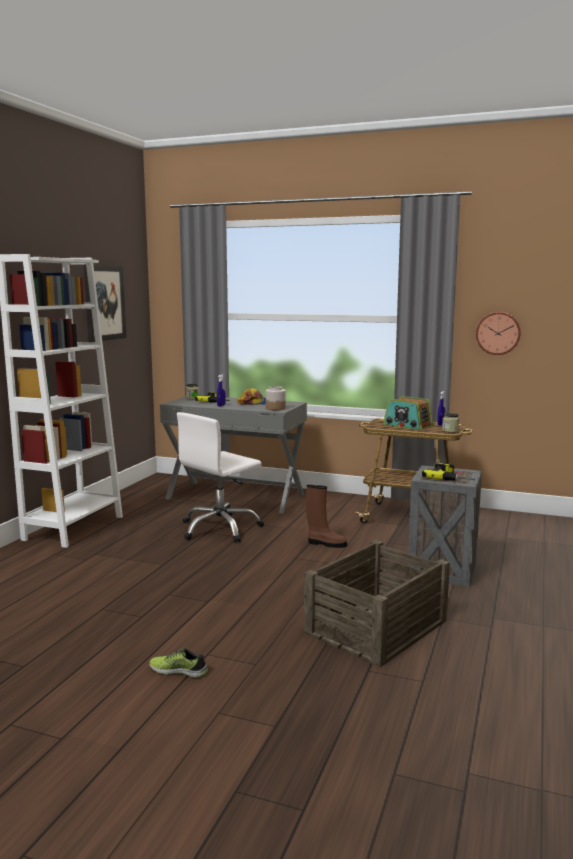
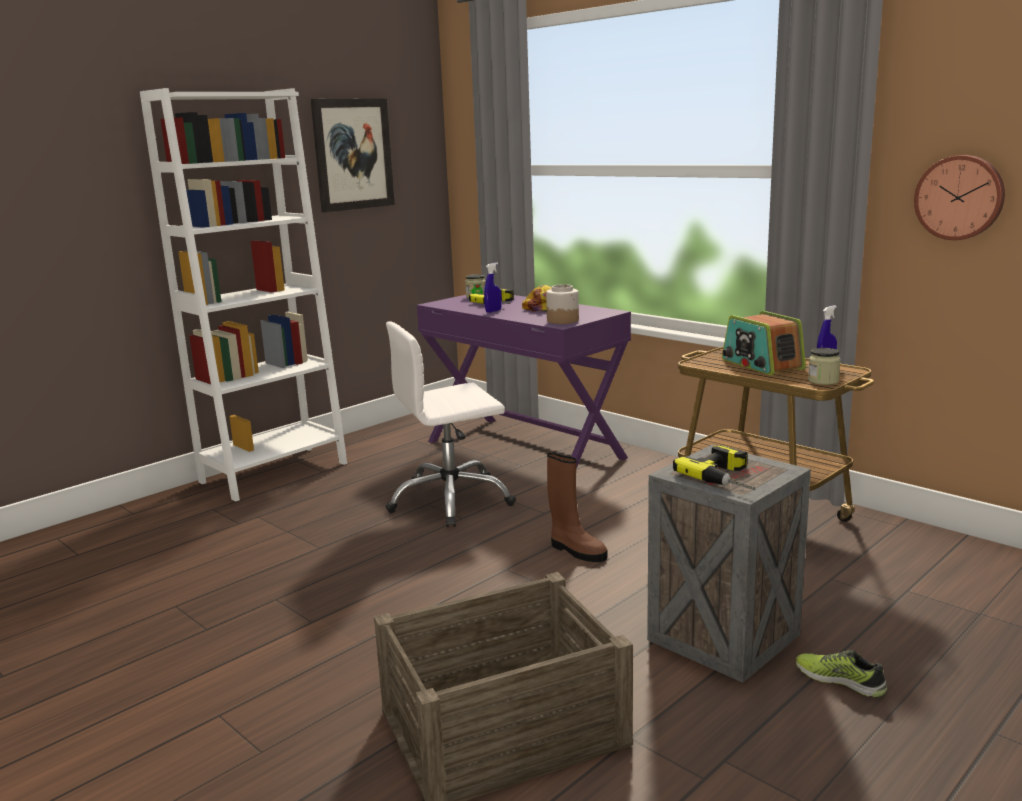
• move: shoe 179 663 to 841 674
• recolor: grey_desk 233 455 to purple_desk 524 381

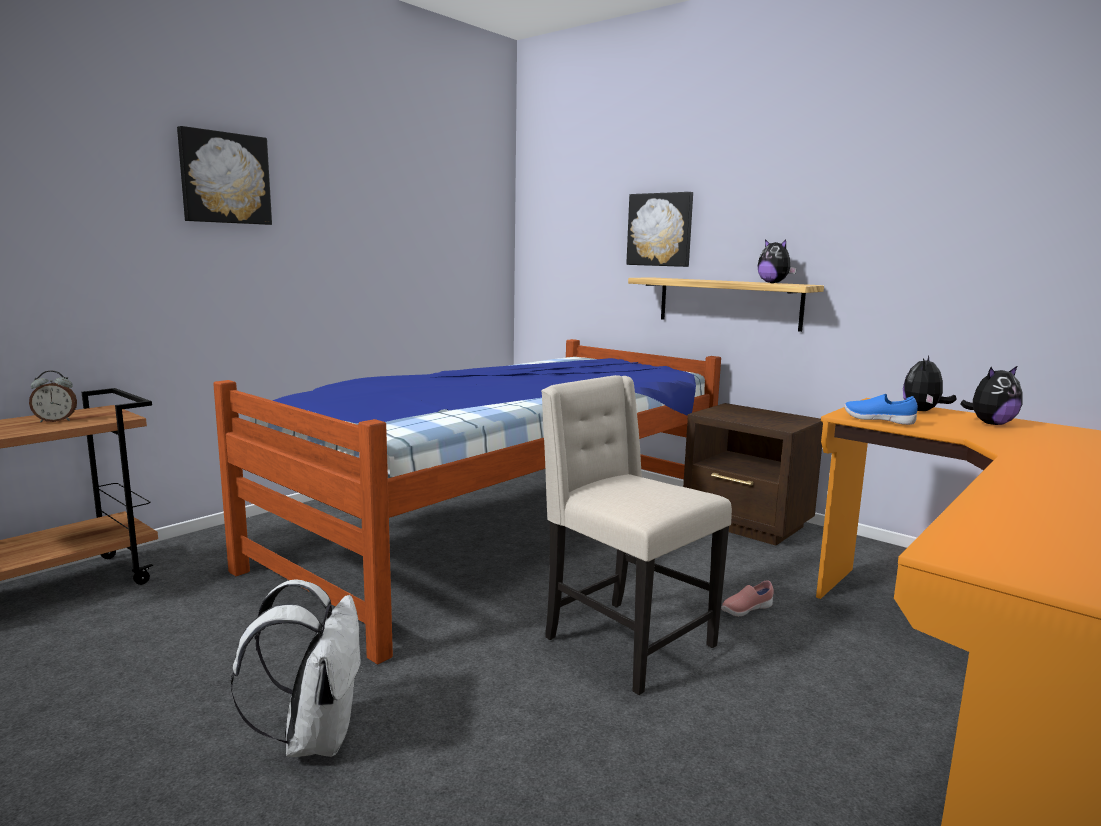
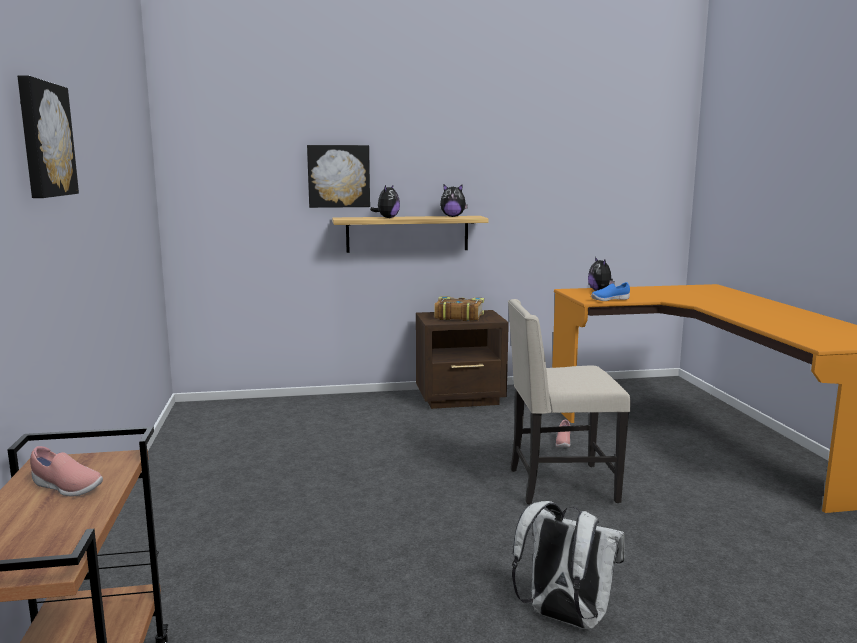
• delete: bed 467 502
• insert: book 459 308
• move: plush_toy 991 395 to 385 201
• replace: alarm_clock 53 396 to pink_shoe 66 471

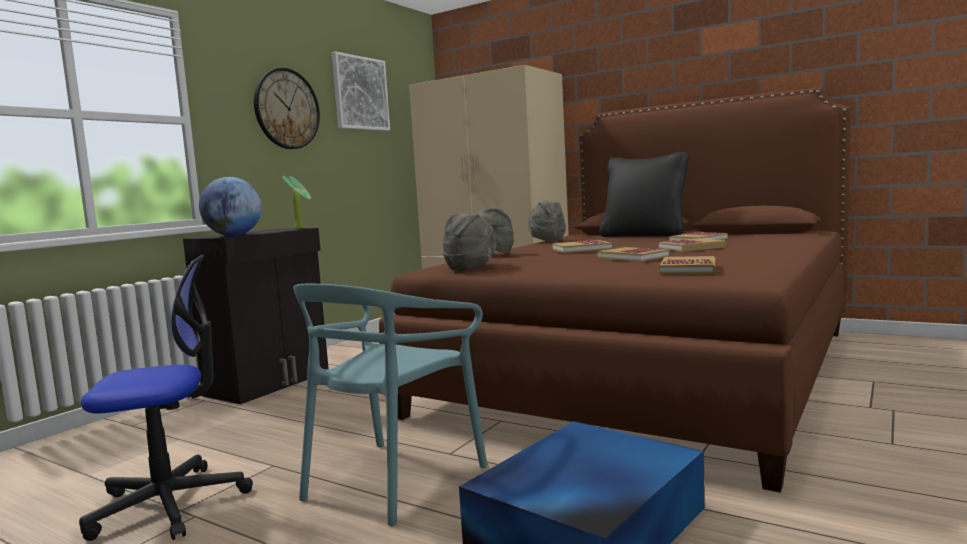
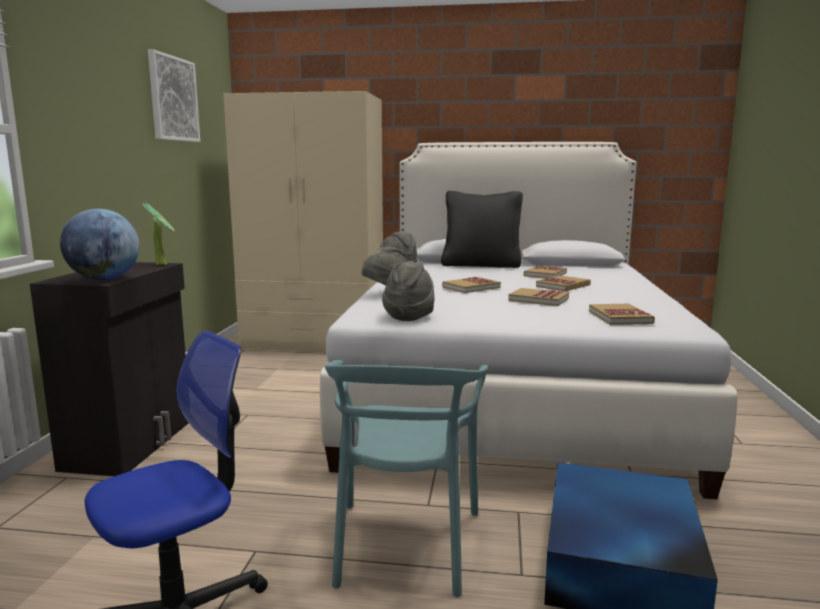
• delete: wall_clock 287 108
• recolor: brown_bed 614 290 to white_bed 528 320

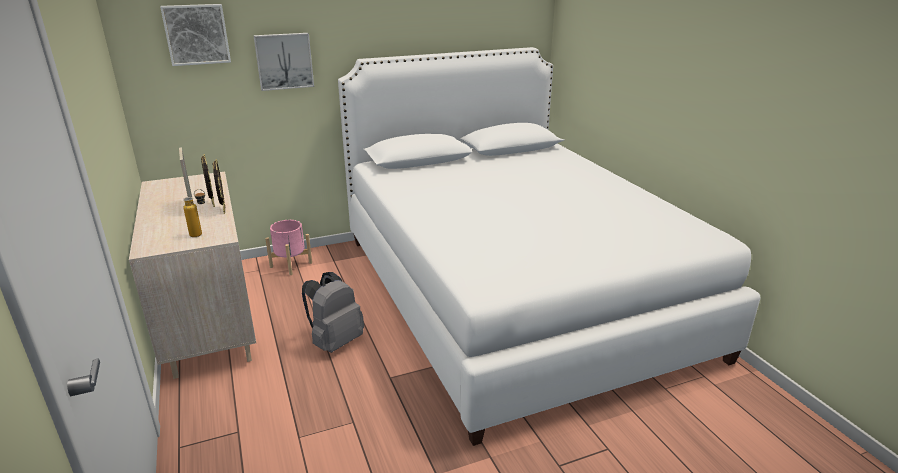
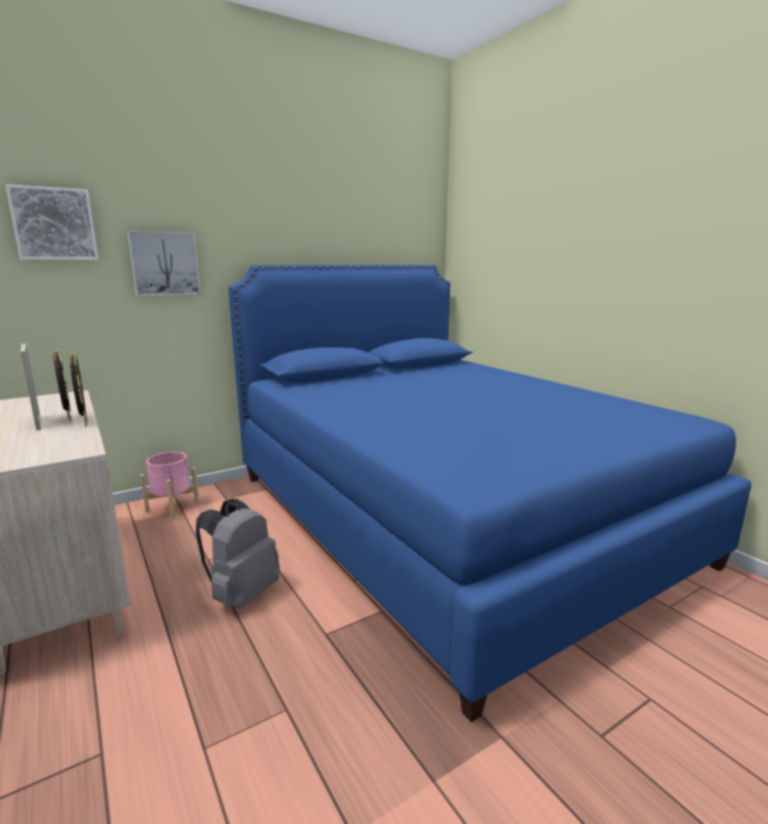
• delete: bottle 194 213
• recolor: white_bed 549 246 to blue_bed 489 493

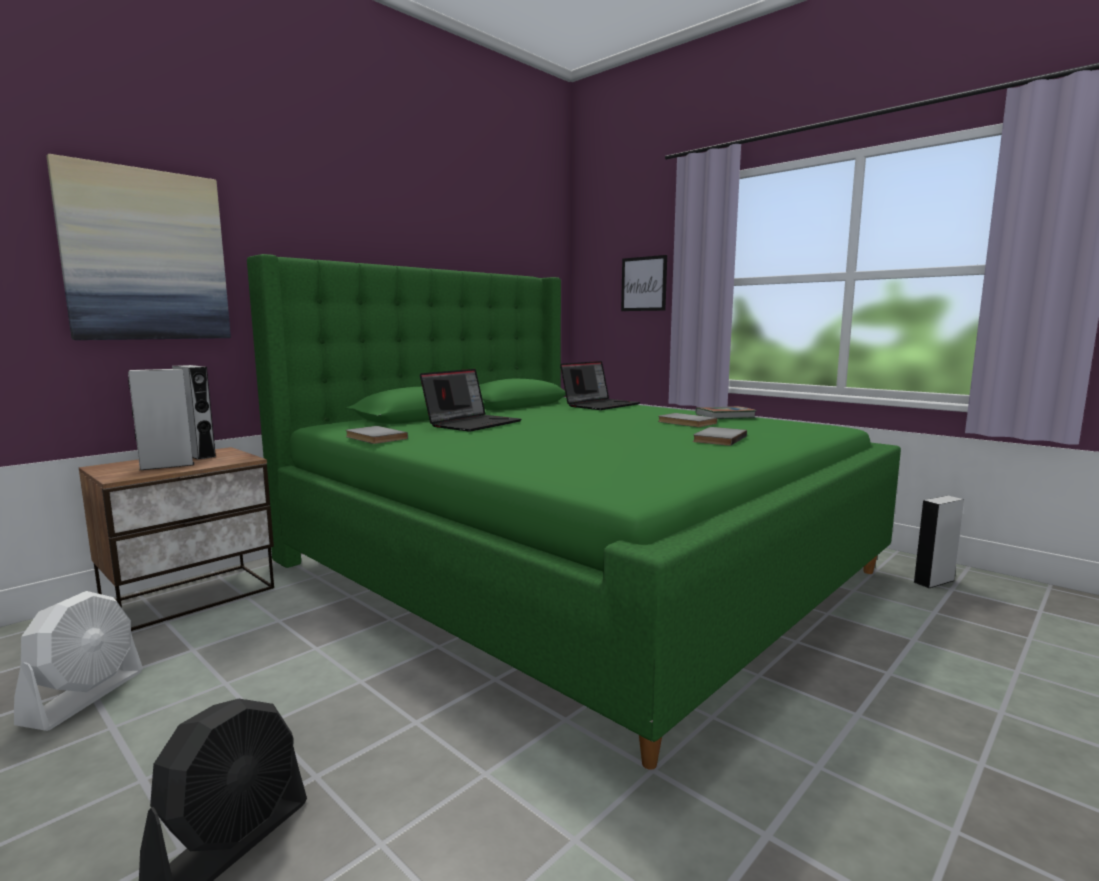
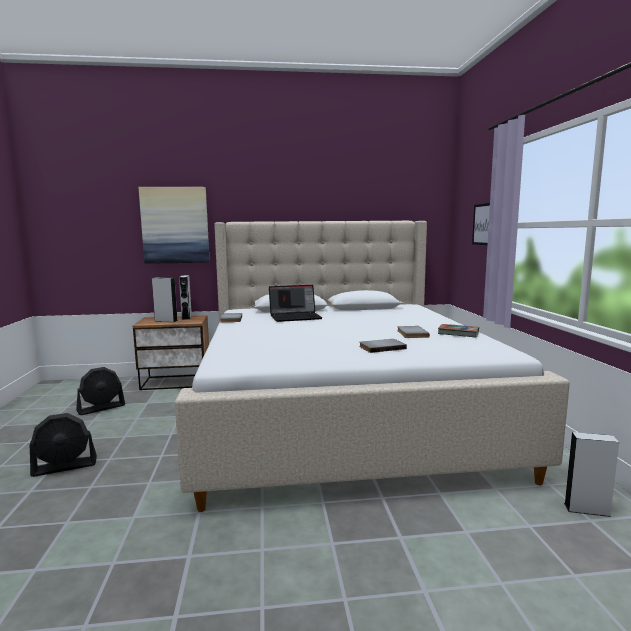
• delete: laptop 600 385
• recolor: white_fan 78 661 to black_fan 100 391
• recolor: green_bed 574 512 to beige_bed 372 366

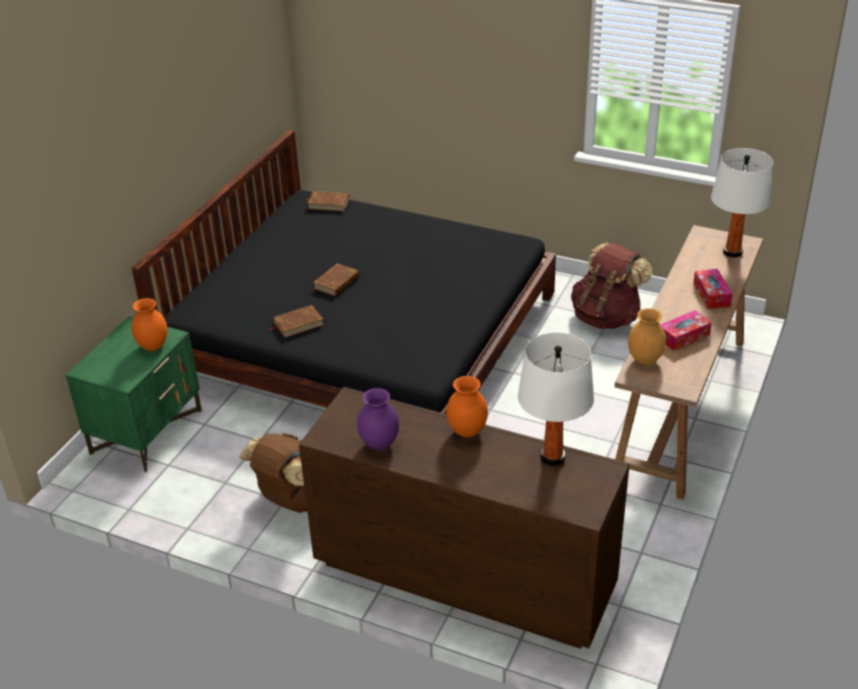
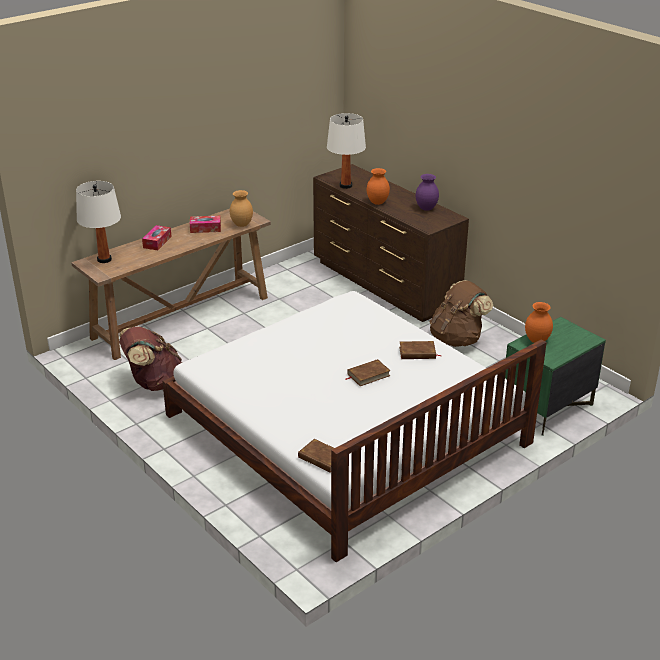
• recolor: black_bed 344 272 to white_bed 354 426

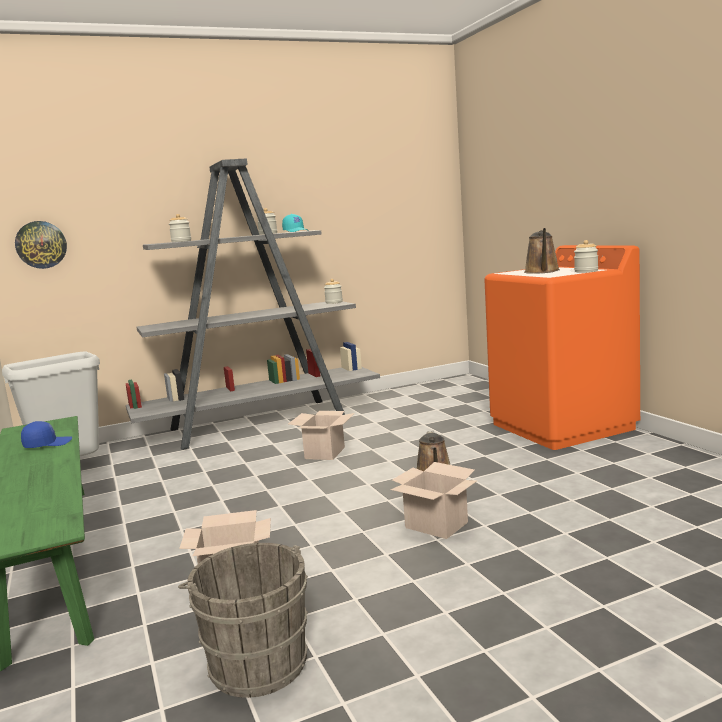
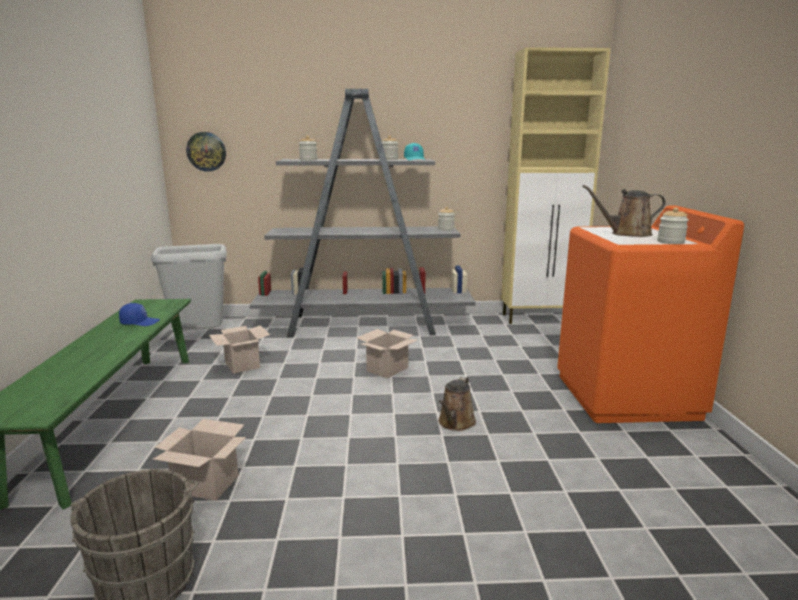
• insert: beige_cabinet 556 185
• move: cardboard_box 434 500 to 239 349
• rotate: brown_watering_can 542 251 = 624 211 60 degrees clockwise

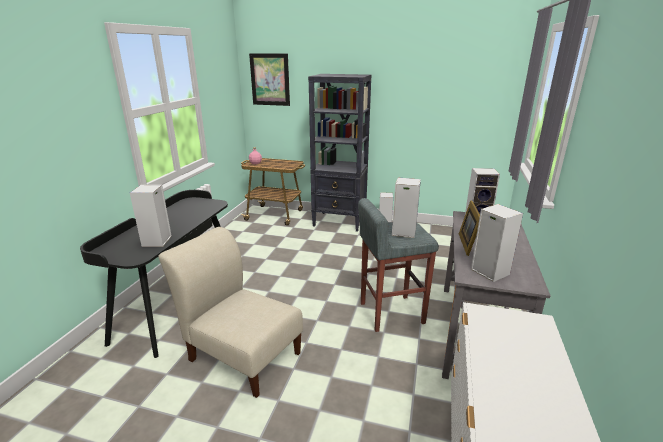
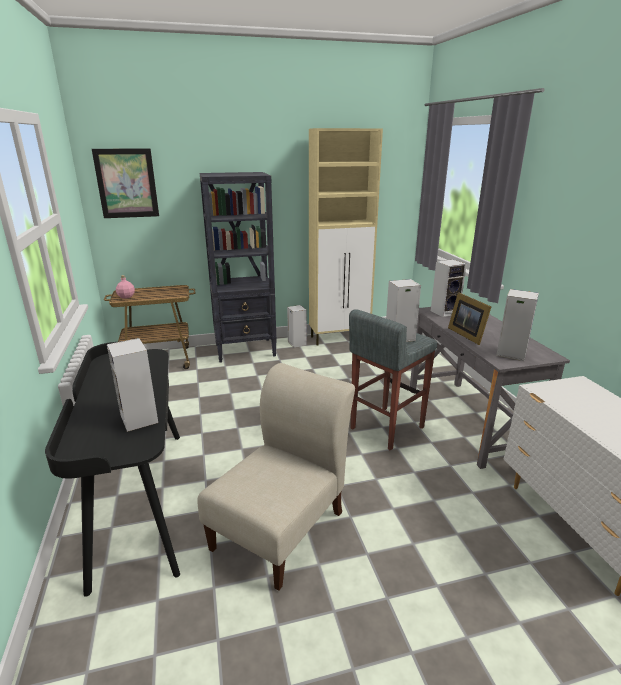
• insert: beige_cabinet 346 237
• rotate: beige_chair 230 312 = 276 477 120 degrees clockwise

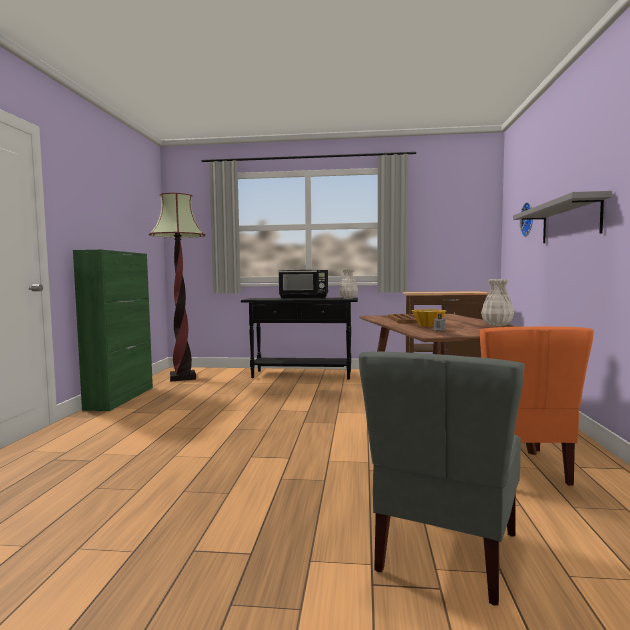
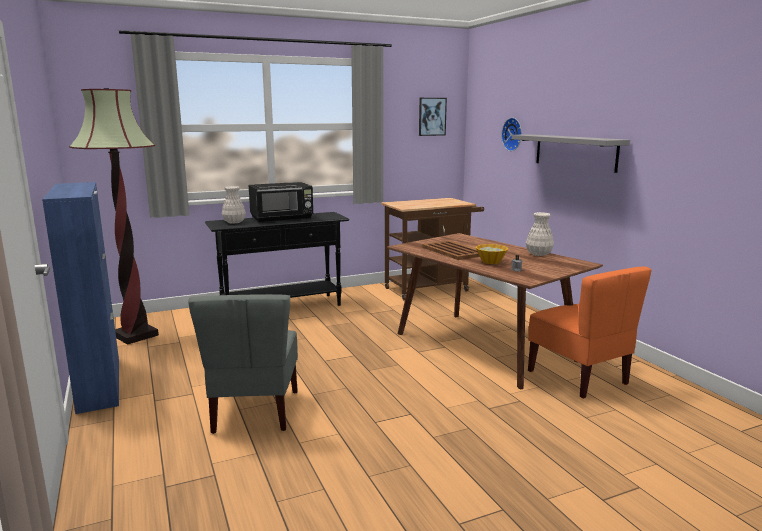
• insert: picture 433 117
• move: white_vase 348 284 to 234 204
• move: grey_chair 442 479 to 243 364
• recolor: green_cabinet 113 330 to blue_cabinet 80 298

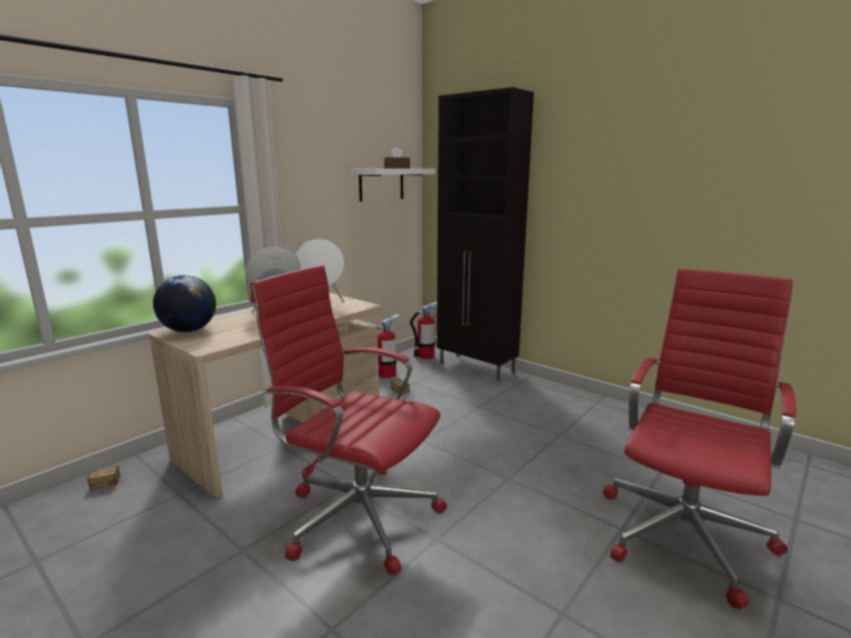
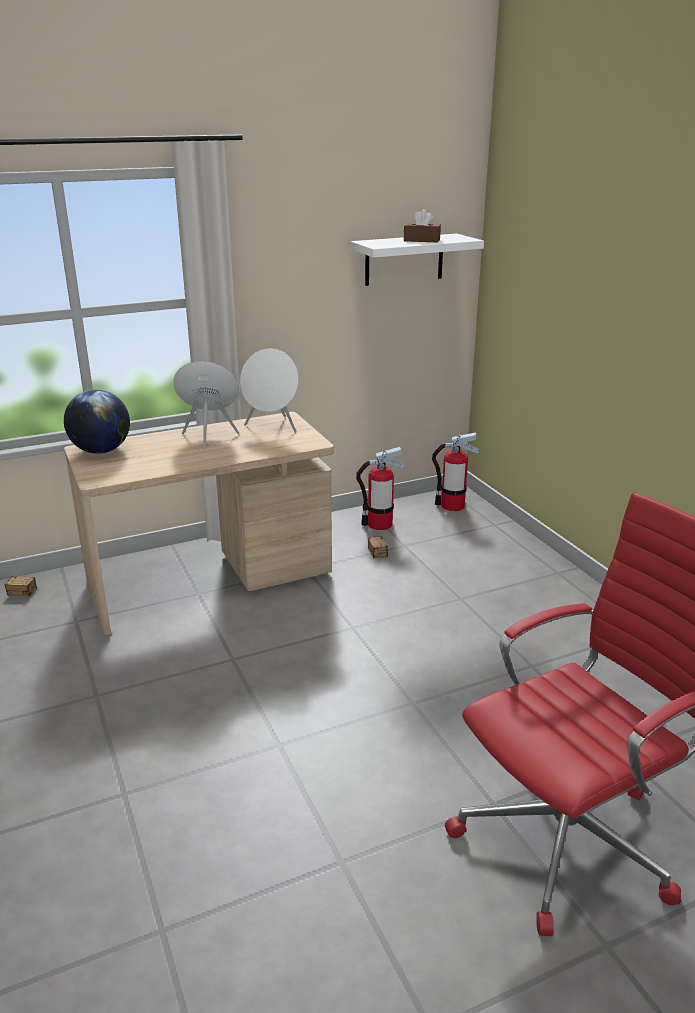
• delete: red_office_chair 349 420
• delete: black_cabinet 485 234

